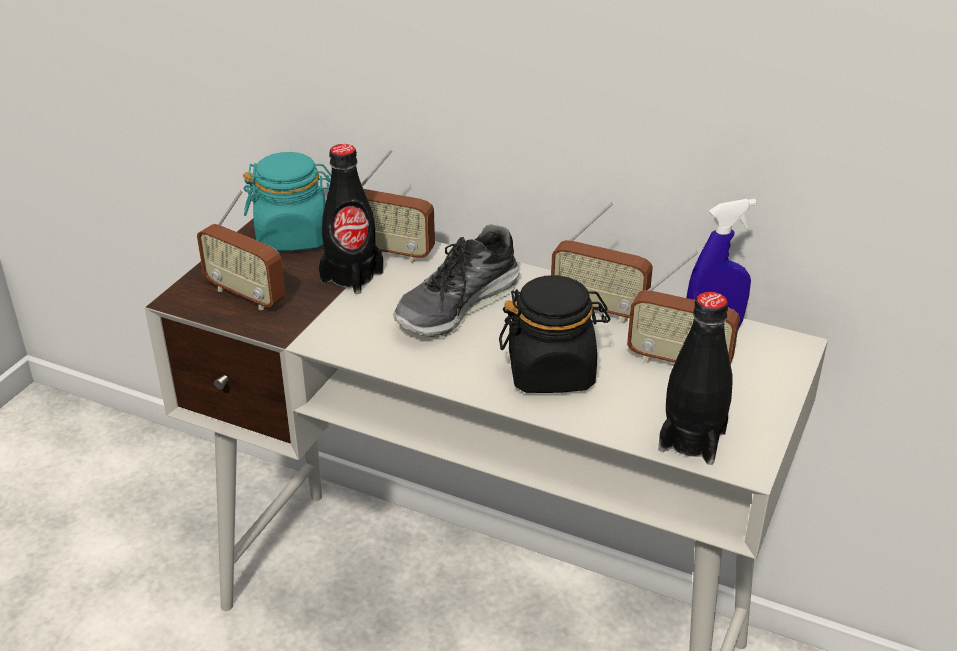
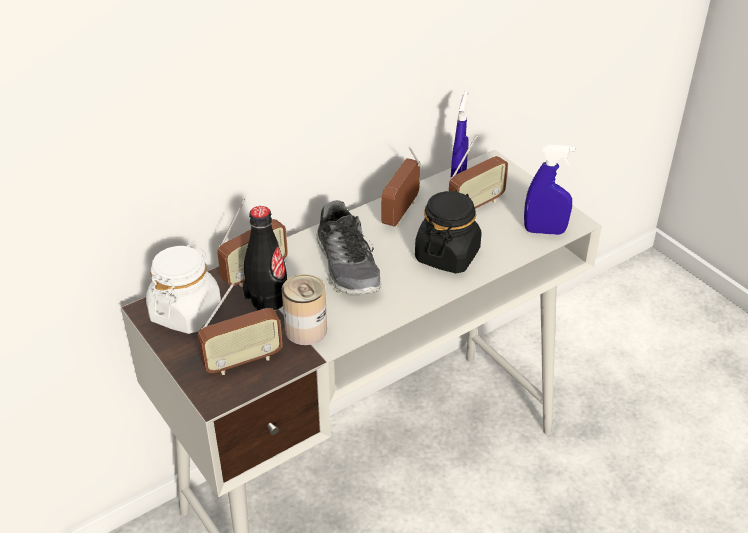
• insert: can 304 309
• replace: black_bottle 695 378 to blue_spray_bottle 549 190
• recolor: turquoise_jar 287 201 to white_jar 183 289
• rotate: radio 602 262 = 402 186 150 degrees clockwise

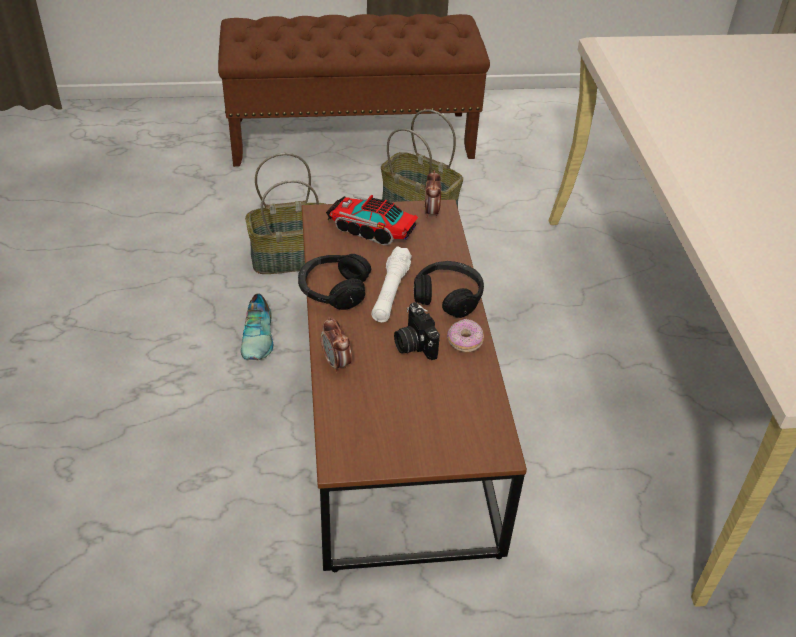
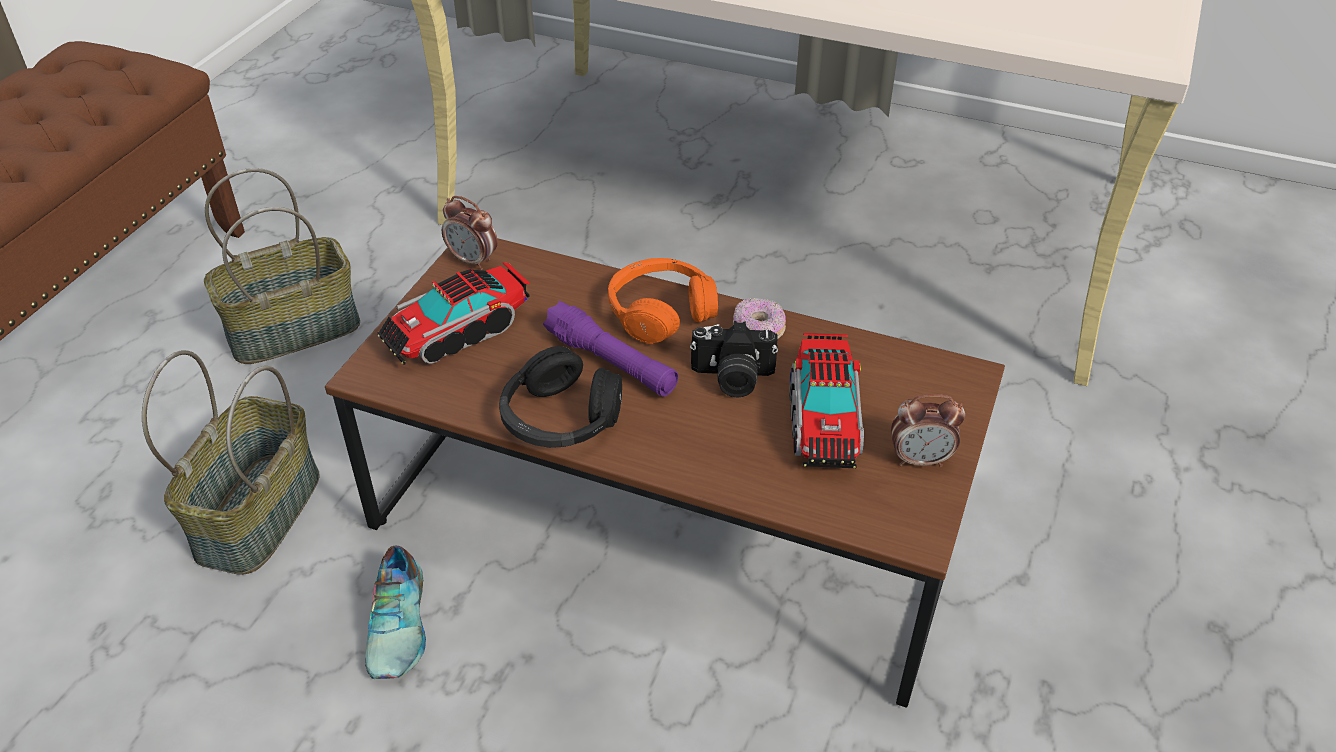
• insert: toy_truck 826 400
• move: alarm_clock 336 345 to 928 430
• recolor: white_flashlight 391 284 to purple_flashlight 611 349
• recolor: black_headphones 449 289 to orange_headphones 663 301
• rotate: shoe 257 326 = 395 612 60 degrees clockwise

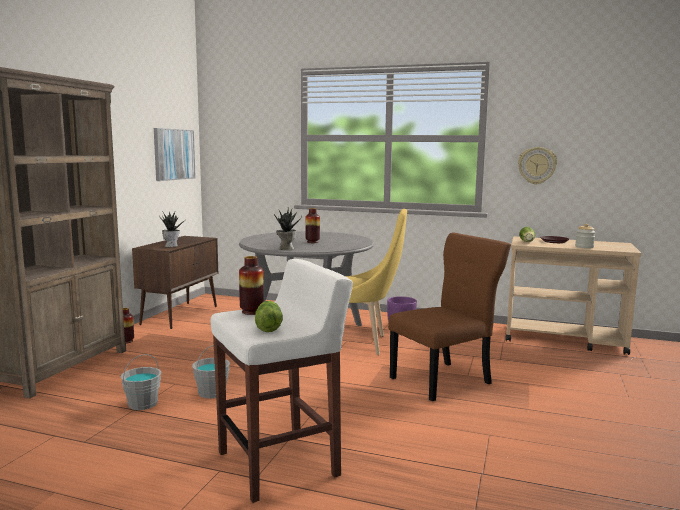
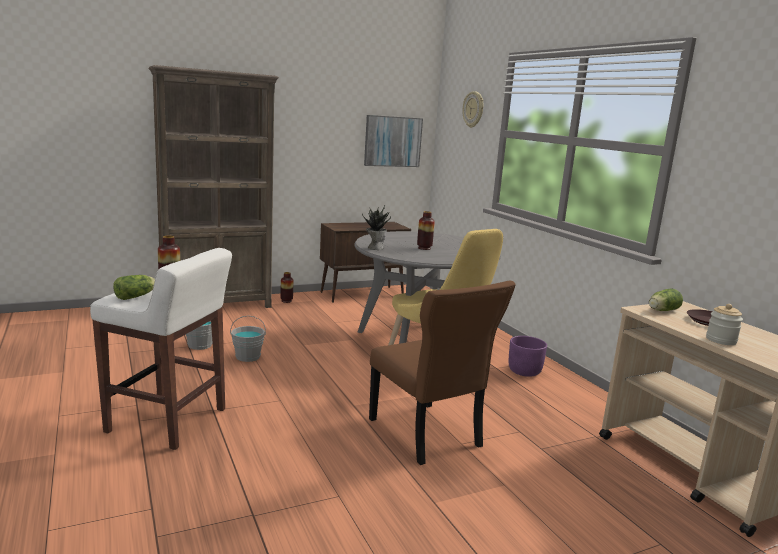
• delete: potted_plant 171 229
• move: wall_clock 537 166 to 472 109
• rotate: brown_chair 449 317 = 442 373 45 degrees clockwise

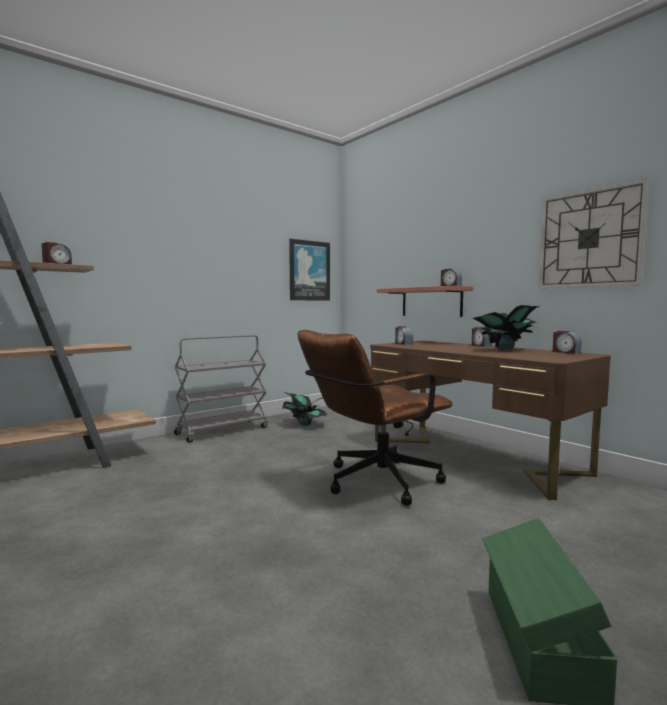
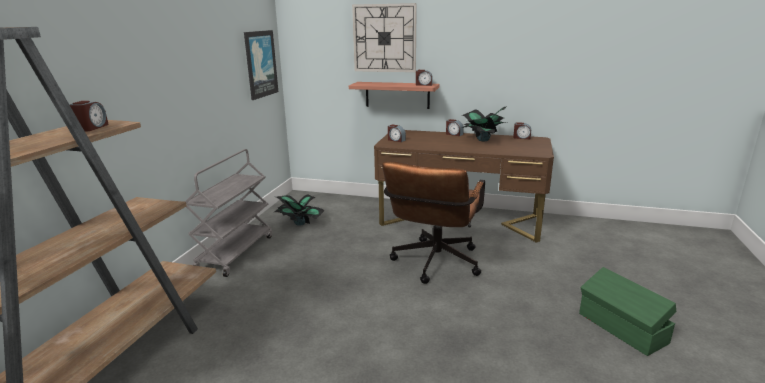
• move: wall_clock 593 233 to 384 37

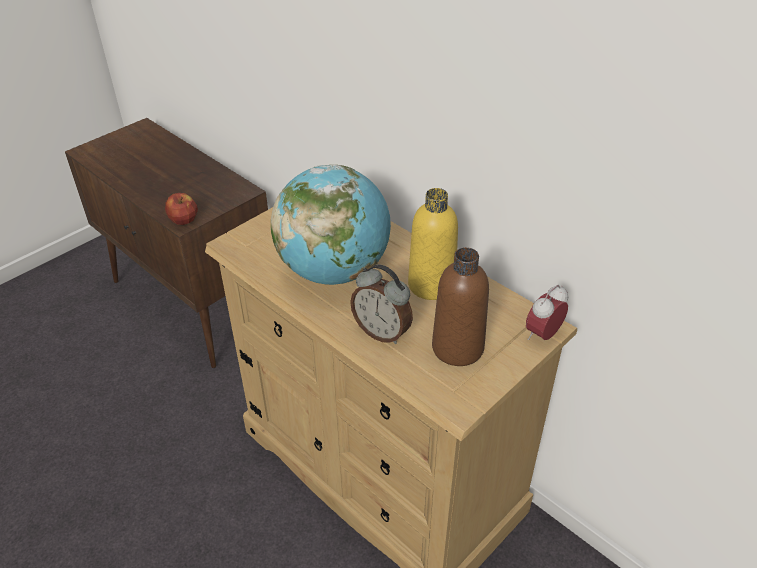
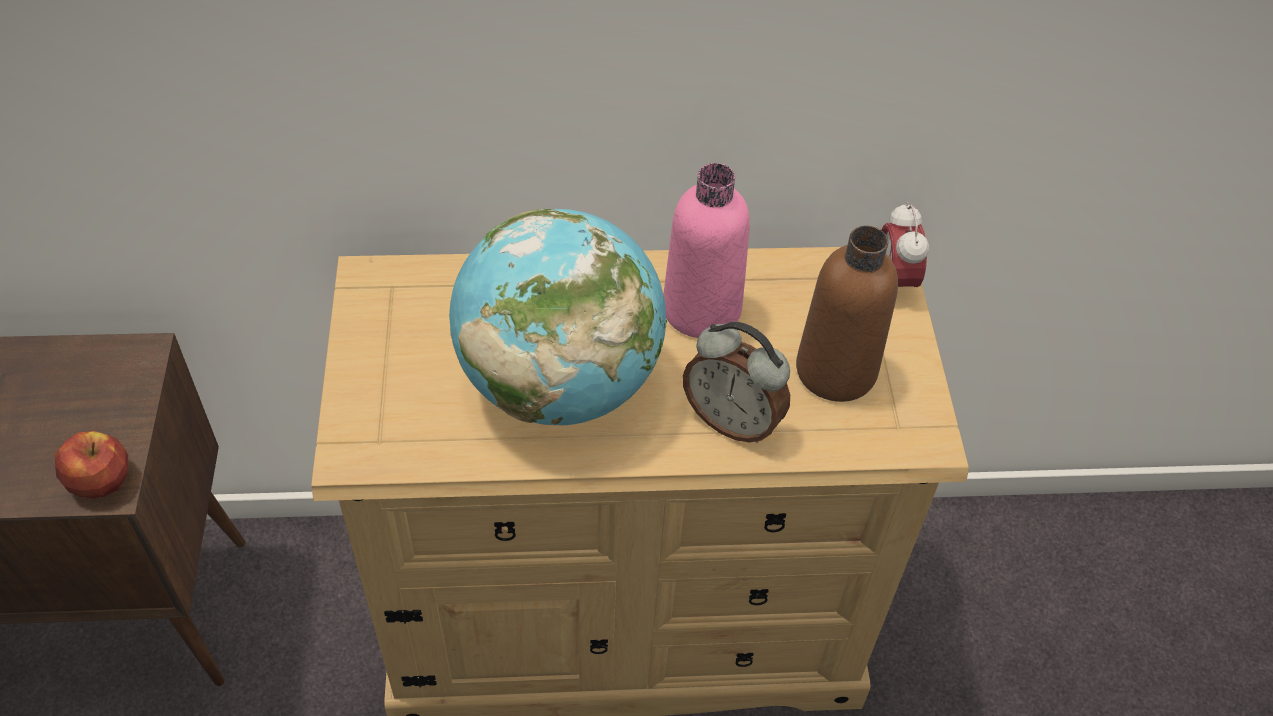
• recolor: yellow_bottle 433 244 to pink_bottle 706 250
• rotate: alarm_clock 381 304 = 736 382 45 degrees clockwise

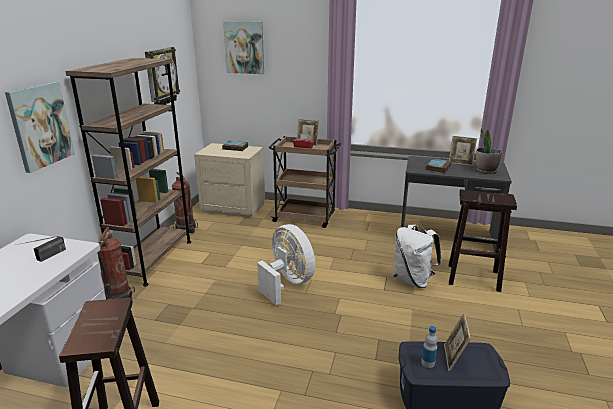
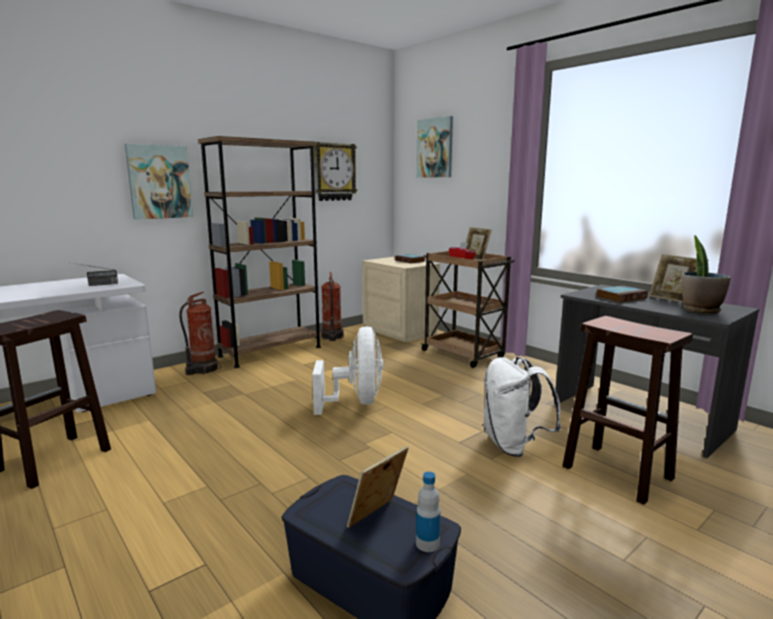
• move: bottle 429 347 to 428 512

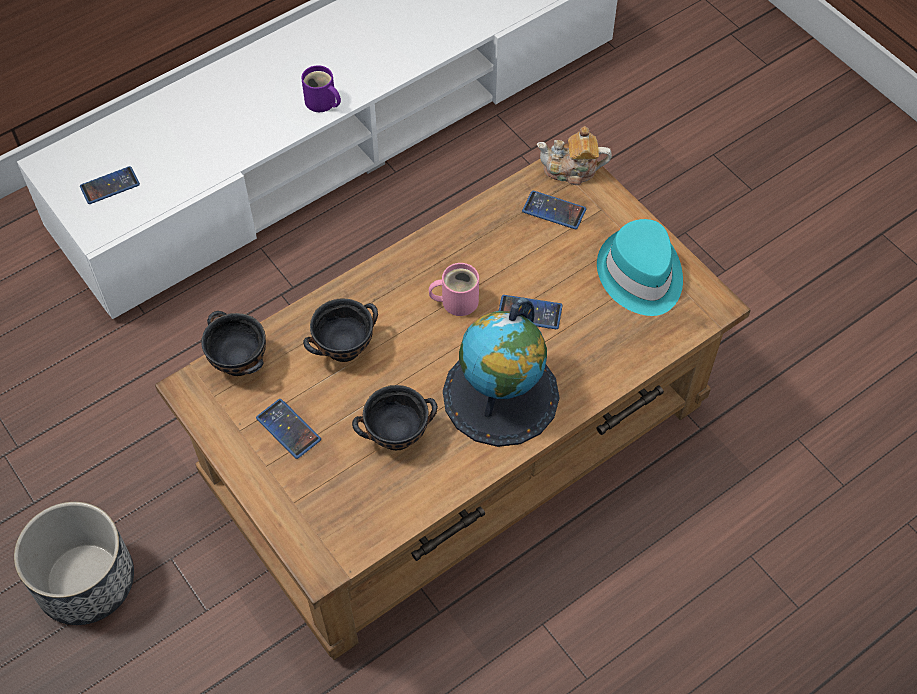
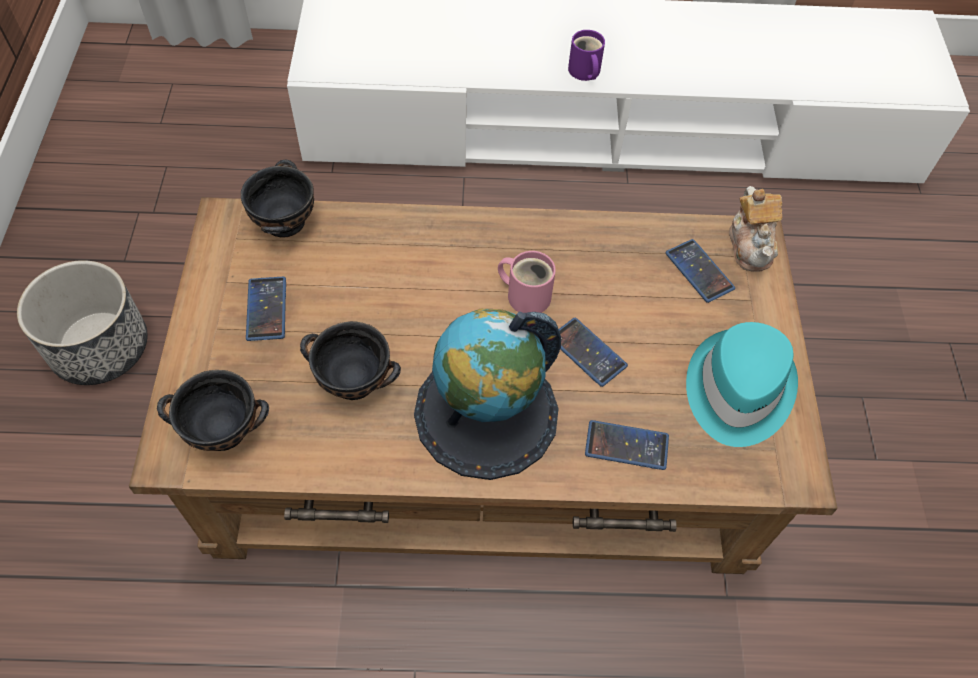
• move: phone 110 185 to 627 445
• move: black_bowl 340 330 to 213 410
• rotate: teapot 574 155 = 756 229 135 degrees counterclockwise

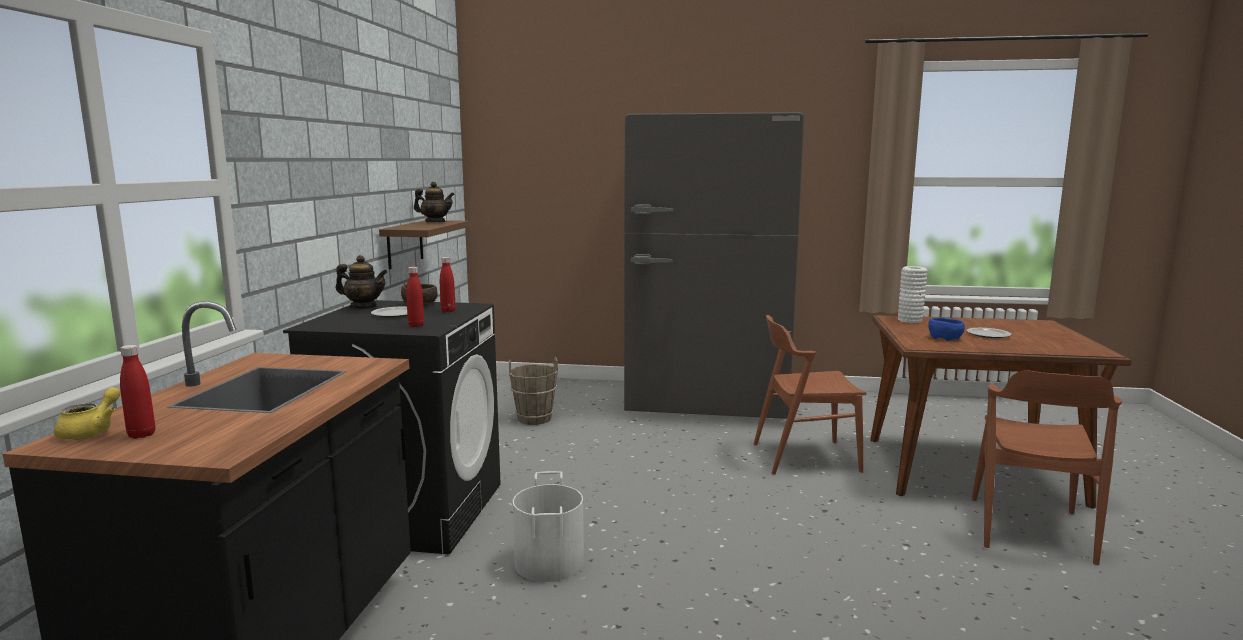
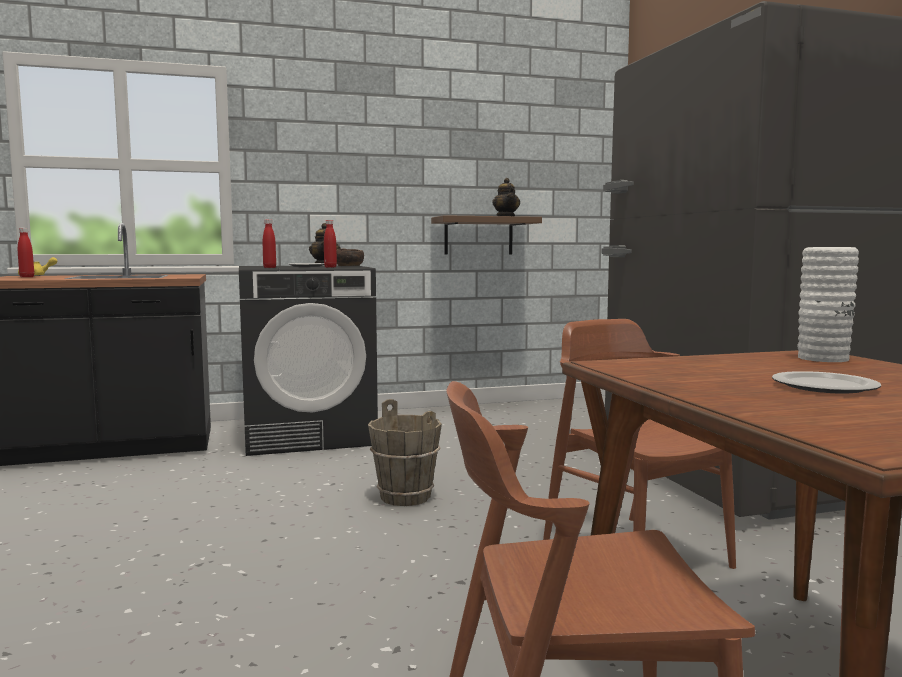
• delete: white_bucket 548 526
• delete: blue_bowl 946 329
• move: brown_bucket 533 391 to 405 452

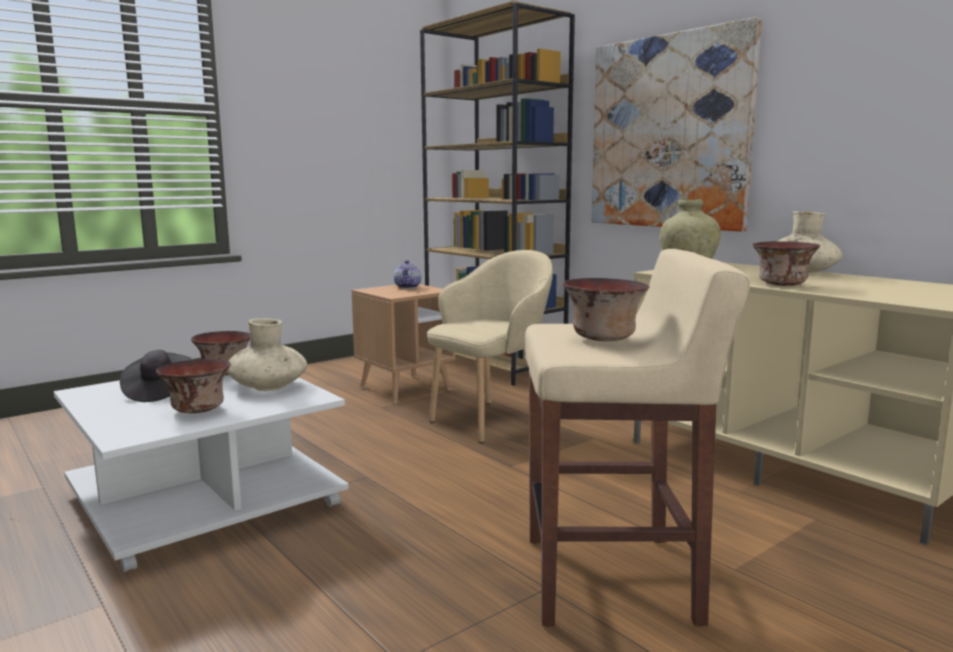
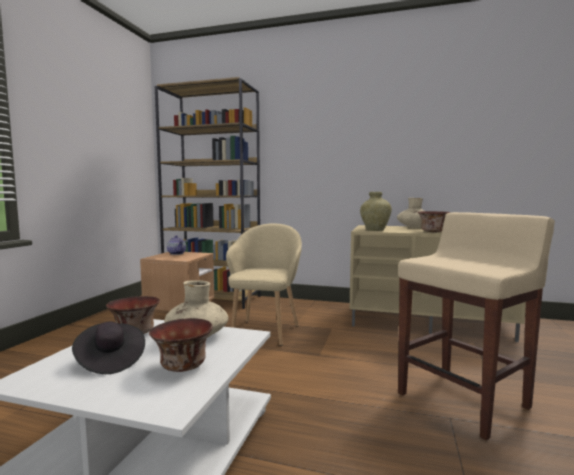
• delete: bowl 606 309
• delete: picture 676 124

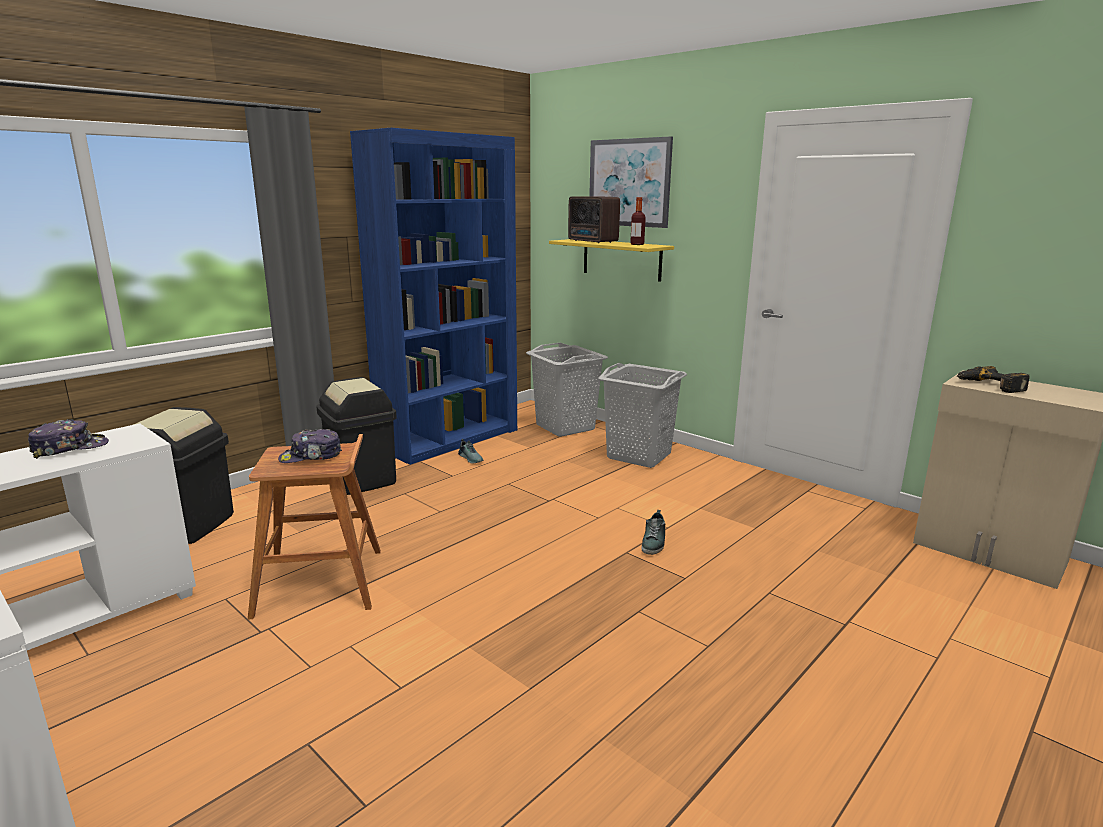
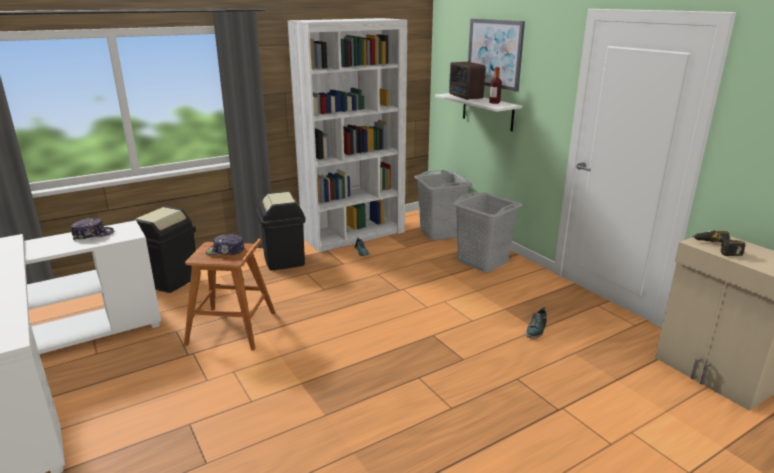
• move: shoe 653 532 to 536 323
• recolor: blue_bookcase 433 296 to white_bookcase 347 135
• recolor: yellow_shelf 611 260 to white_shelf 478 112

